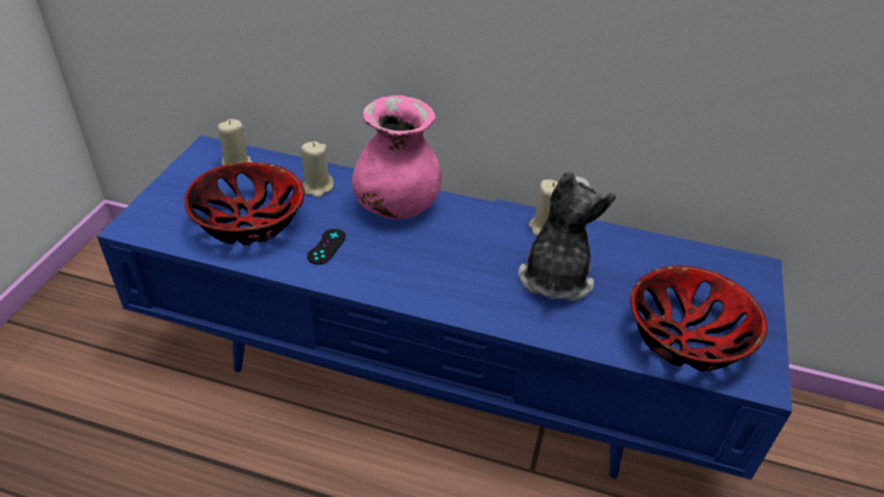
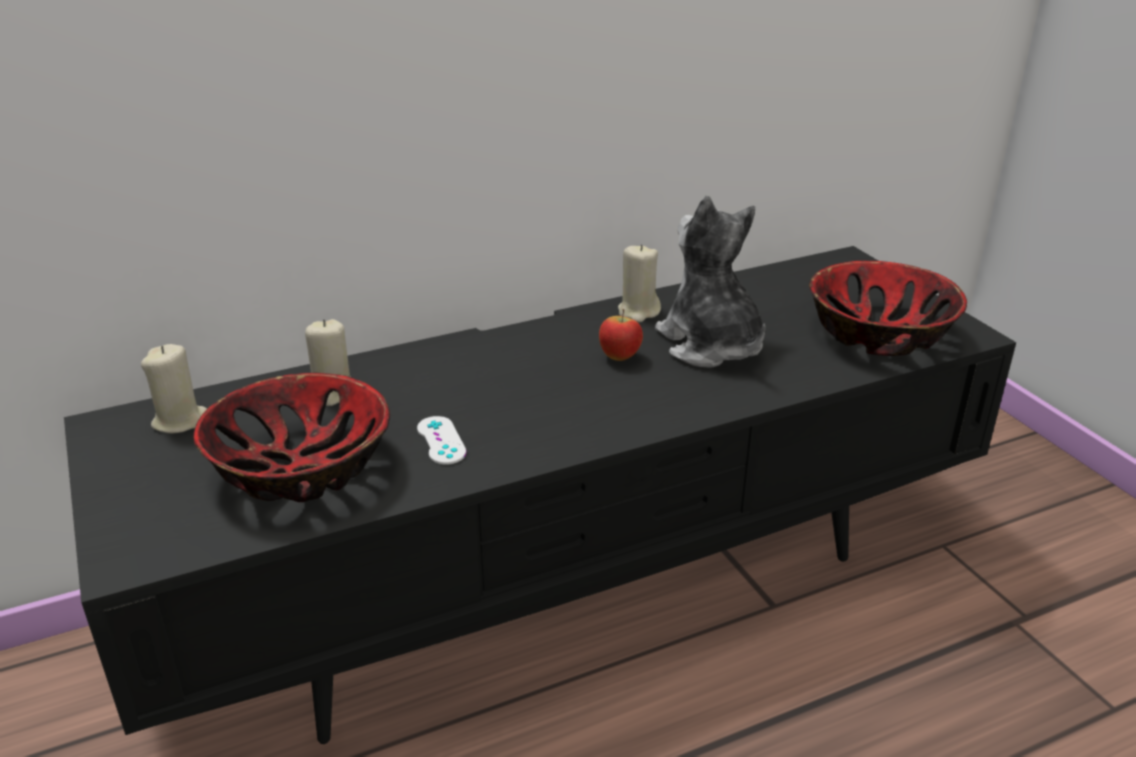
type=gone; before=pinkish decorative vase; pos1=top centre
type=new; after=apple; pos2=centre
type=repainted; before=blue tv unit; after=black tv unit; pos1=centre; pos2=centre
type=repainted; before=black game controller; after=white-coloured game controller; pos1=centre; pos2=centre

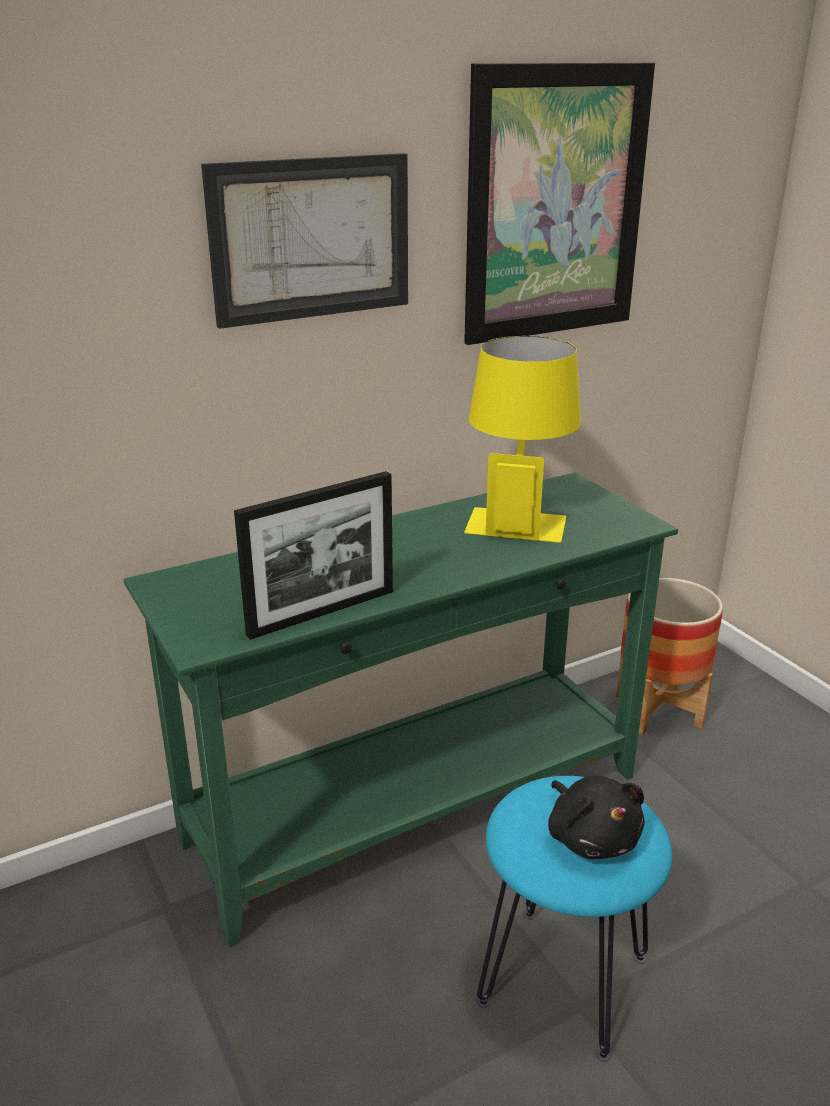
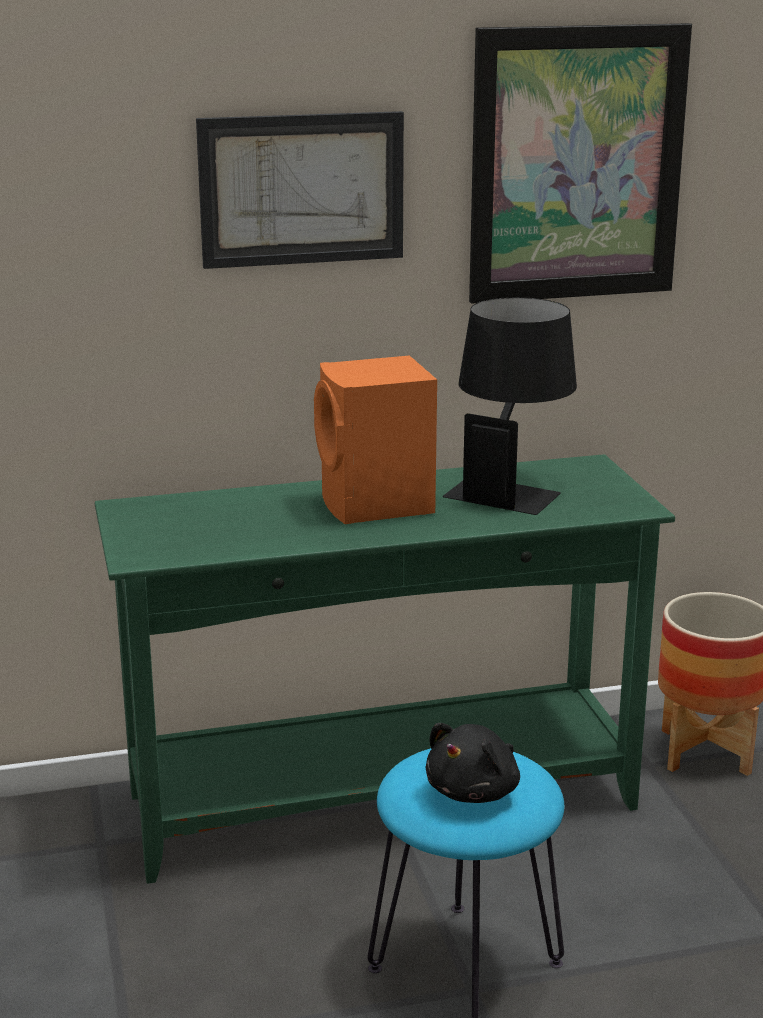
type=gone; before=standing frame; pos1=centre
type=new; after=orange-coloured audio speaker; pos2=centre
type=repainted; before=yellow tabletop lamp; after=black tabletop lamp; pos1=centre; pos2=middle right
type=rotated; before=black plush toy; pos1=bottom right; pos2=bottom centre; turn=45

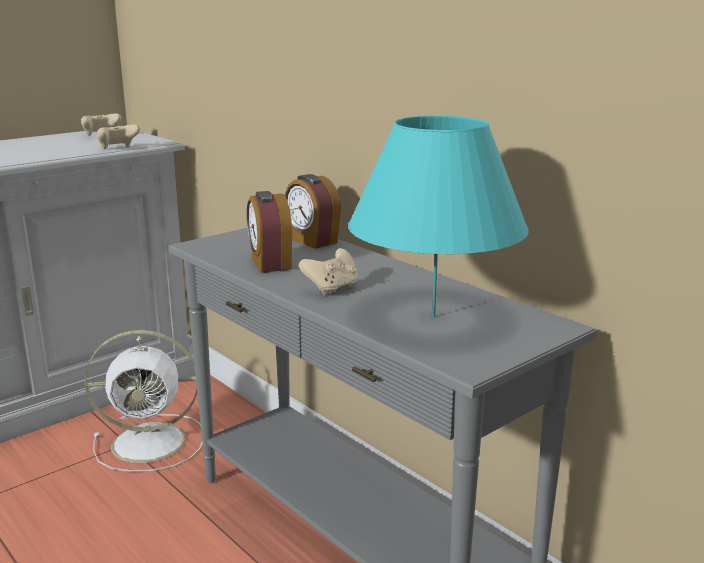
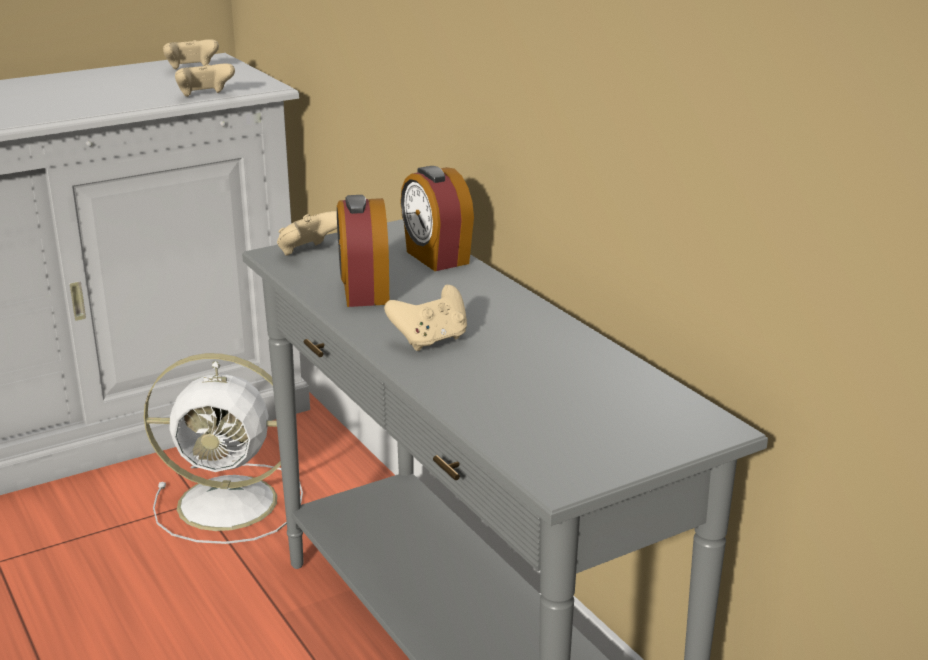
type=gone; before=blue-green tabletop lamp; pos1=centre
type=new; after=sand-coloured game controller (no. 3 from left); pos2=middle left

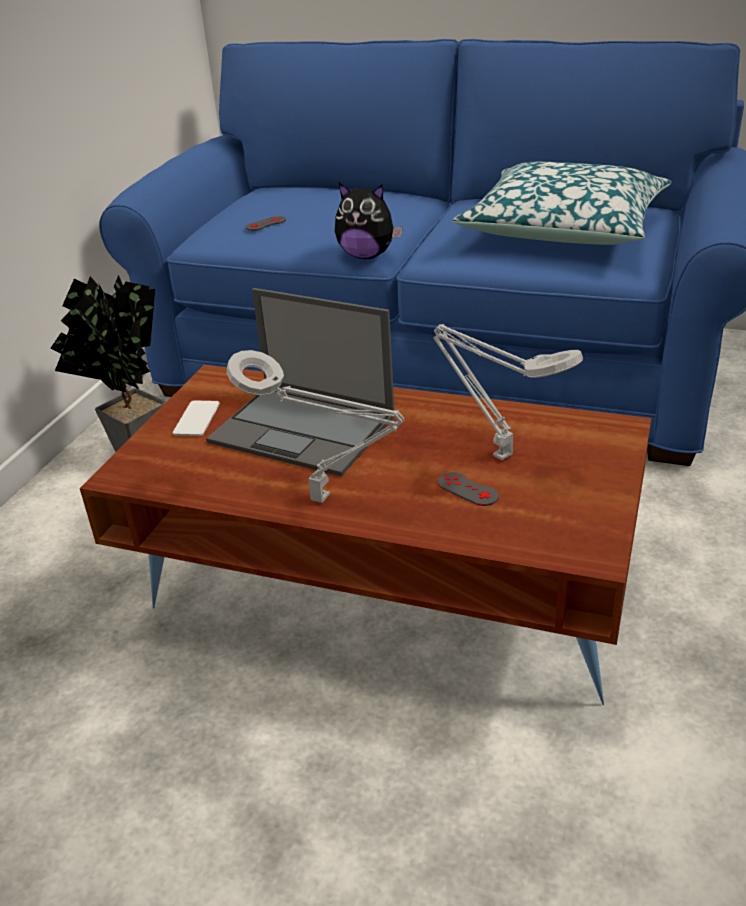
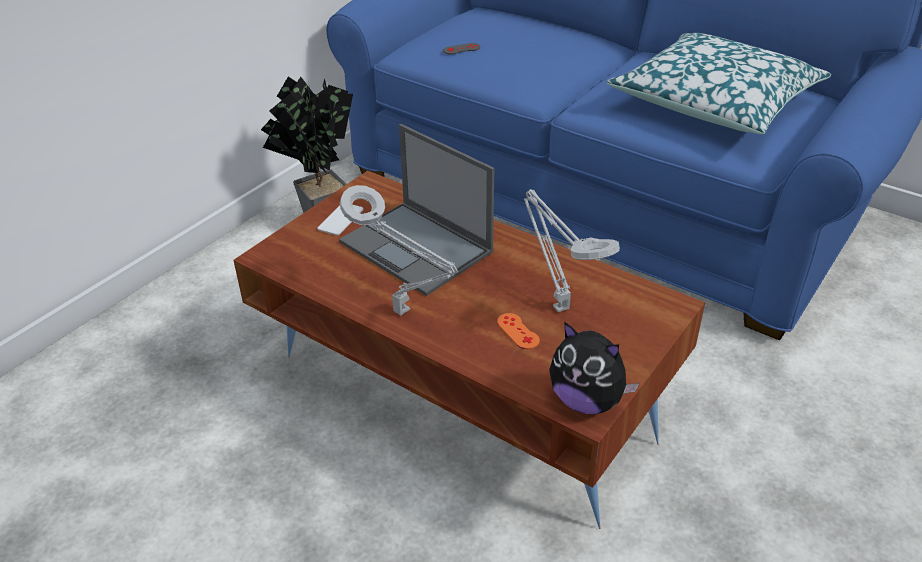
type=shifted; before=plush toy; pos1=top centre; pos2=centre
type=repainted; before=grey game controller (no. 2 from left); after=orange-coloured game controller; pos1=centre; pos2=centre

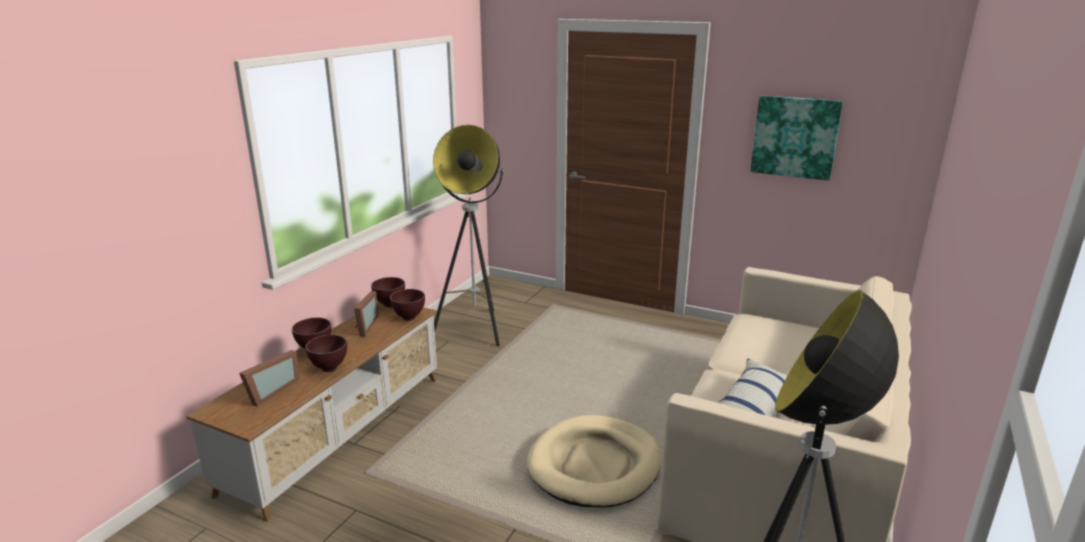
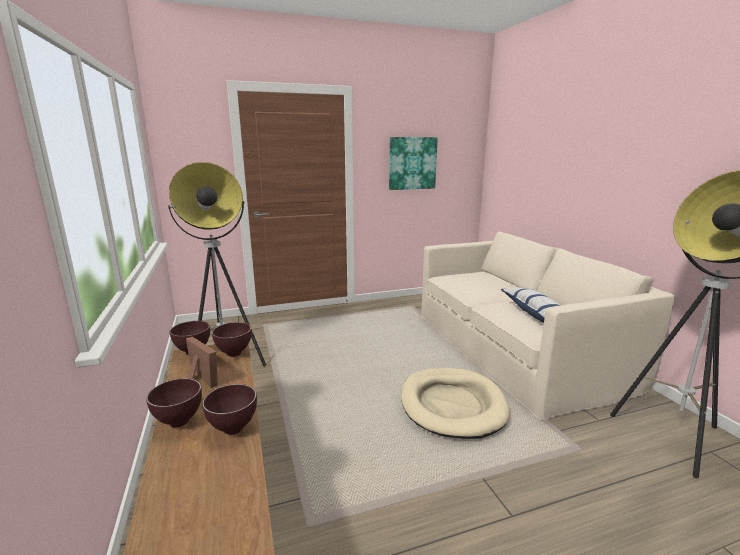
type=gone; before=standing frame (no. 1 from left); pos1=bottom left

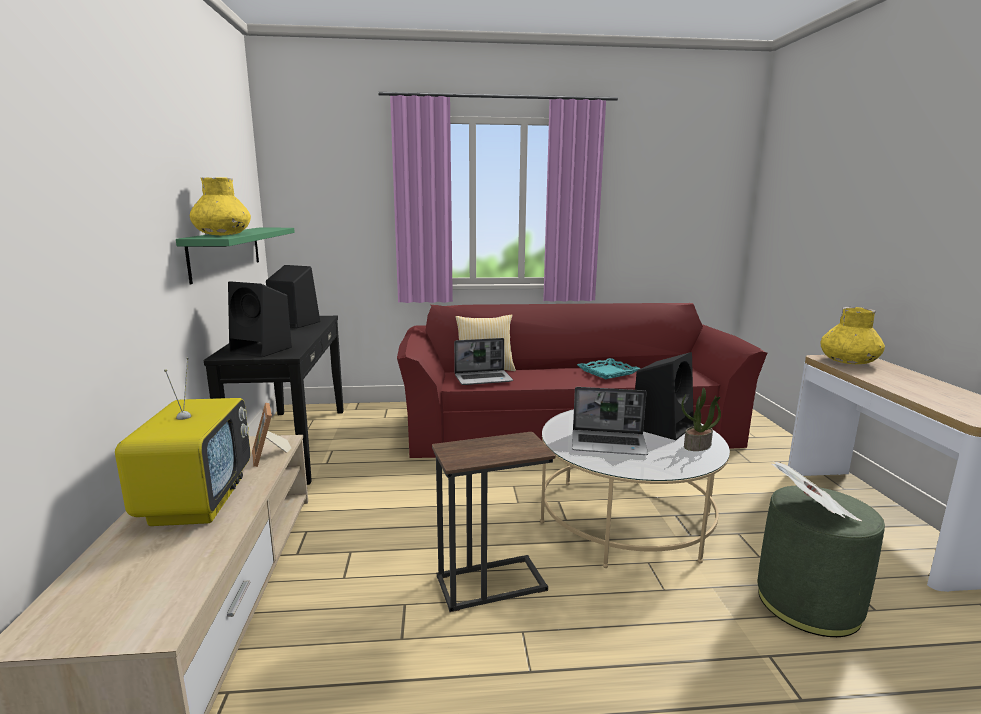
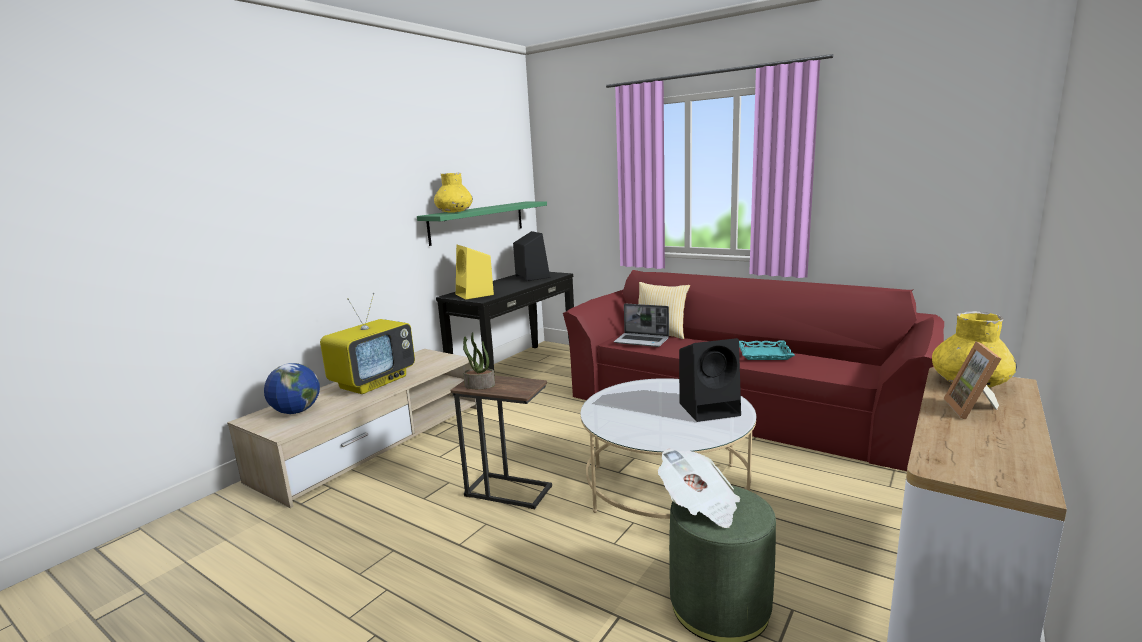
type=gone; before=portable computer (no. 2 from left); pos1=centre
type=new; after=desk globe; pos2=middle left
type=shifted; before=standing frame; pos1=middle left; pos2=middle right
type=shifted; before=houseplant; pos1=middle right; pos2=centre
type=repainted; before=black audio speaker (no. 1 from left); after=yellow audio speaker; pos1=middle left; pos2=centre

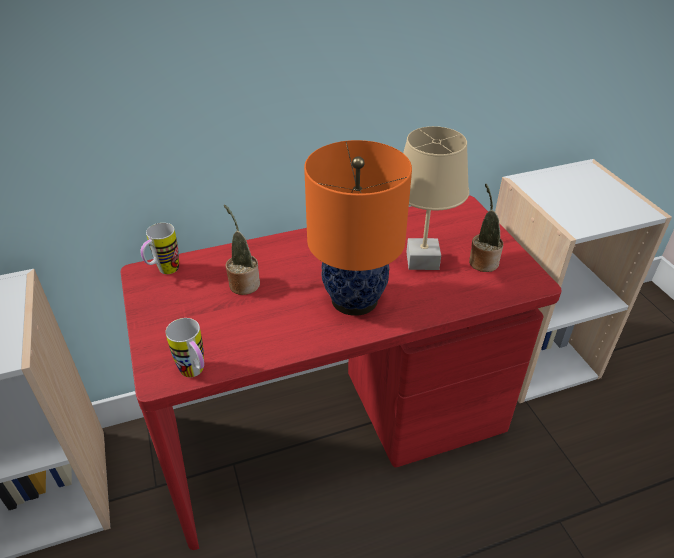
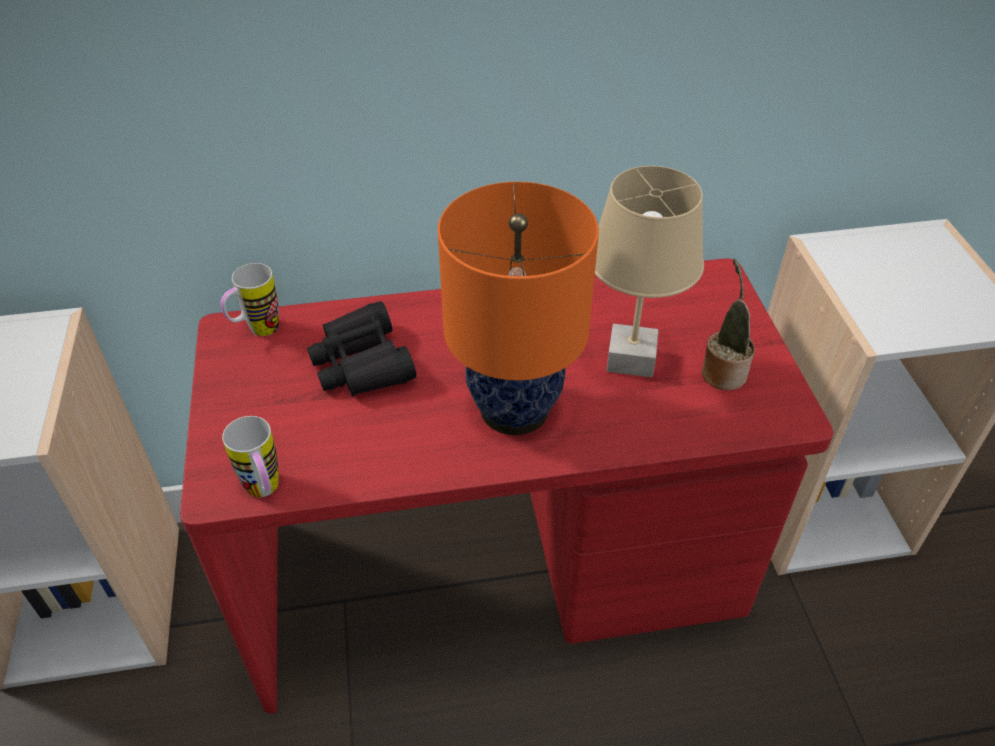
type=swapped; before=houseplant (no. 1 from left); after=black binoculars; pos1=centre; pos2=centre

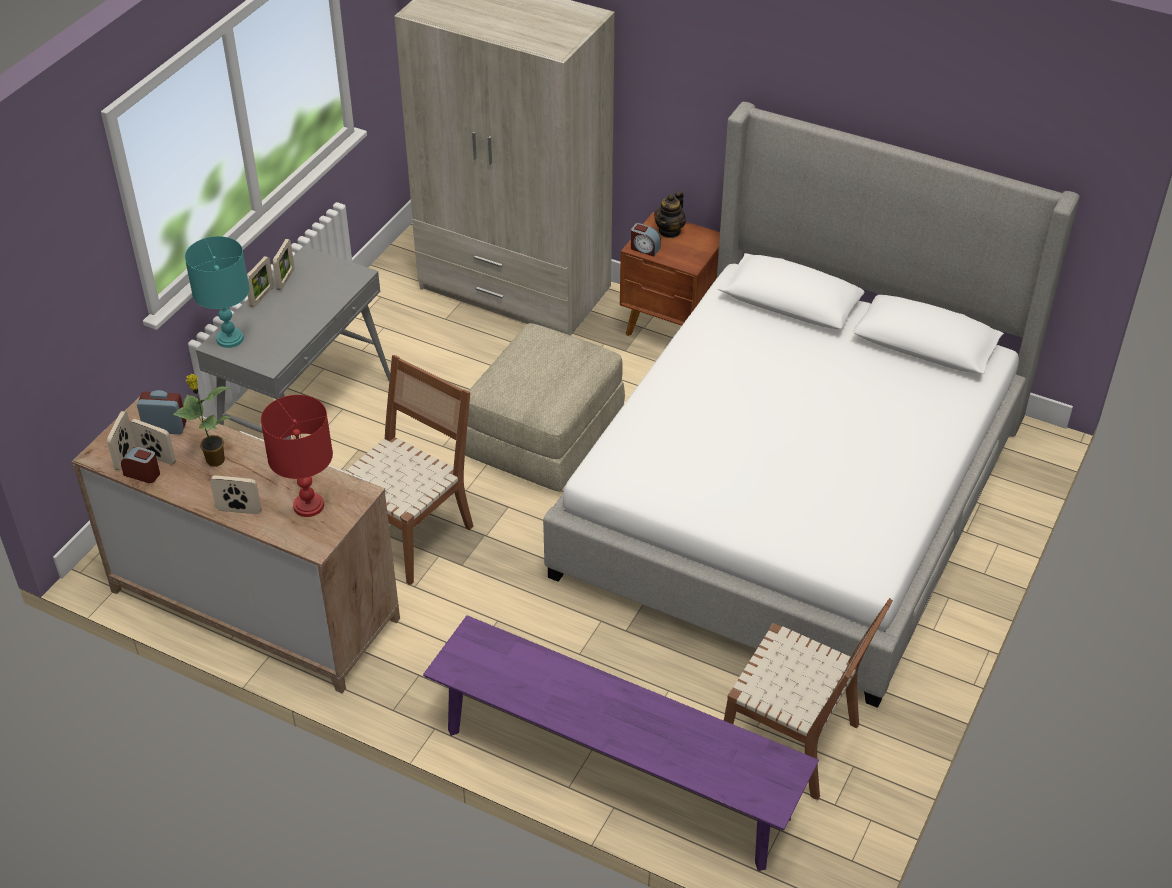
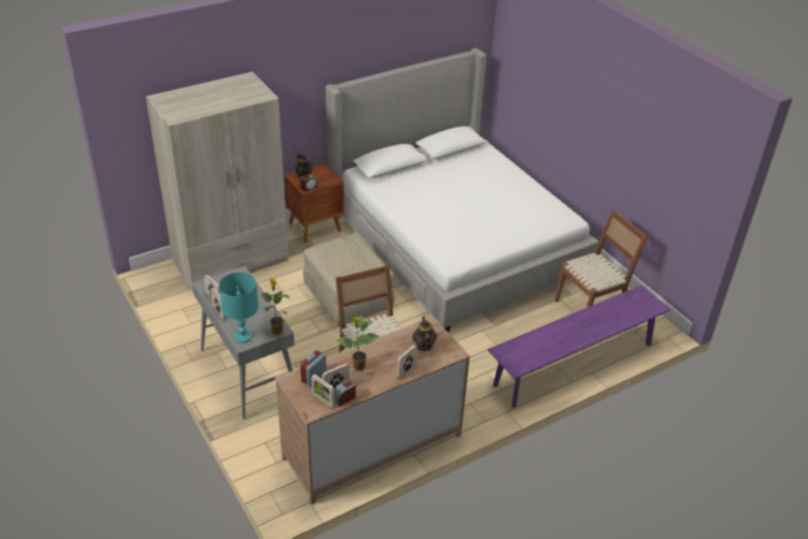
type=new; after=houseplant (no. 1 from left); pos2=centre
type=swapped; before=red tabletop lamp; after=pot for tea (no. 2 from left); pos1=middle left; pos2=centre

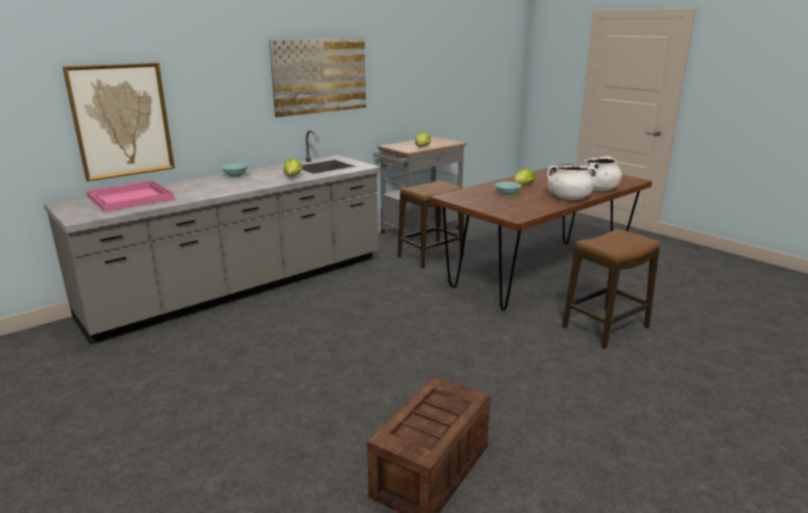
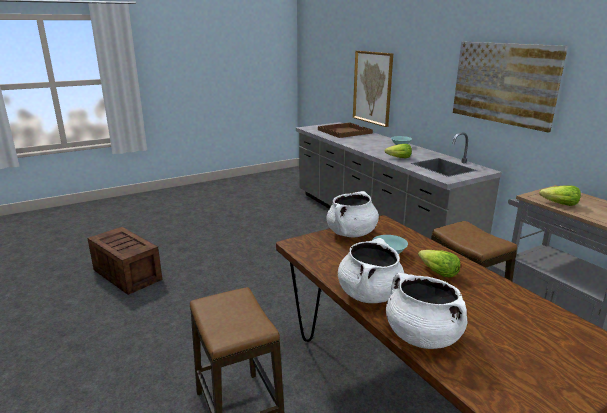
type=new; after=white-coloured cooking pot (no. 1 from left); pos2=centre
type=repainted; before=pinkish tray; after=brown-coloured tray; pos1=middle left; pos2=top centre

